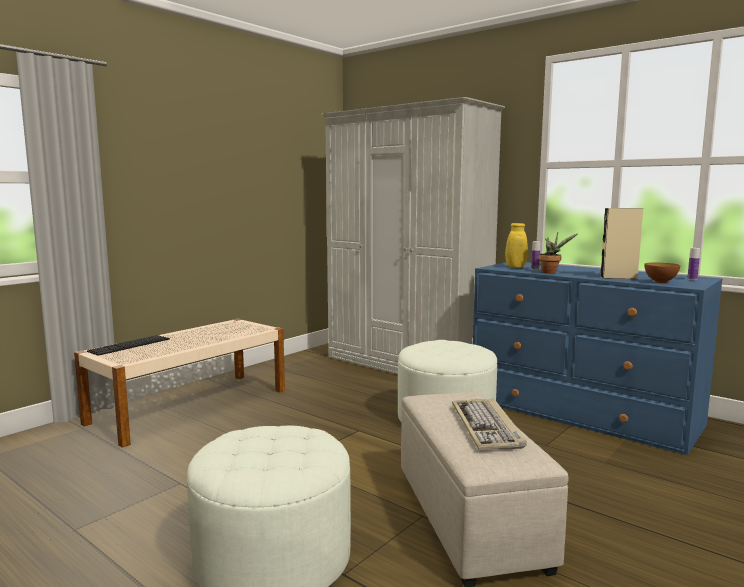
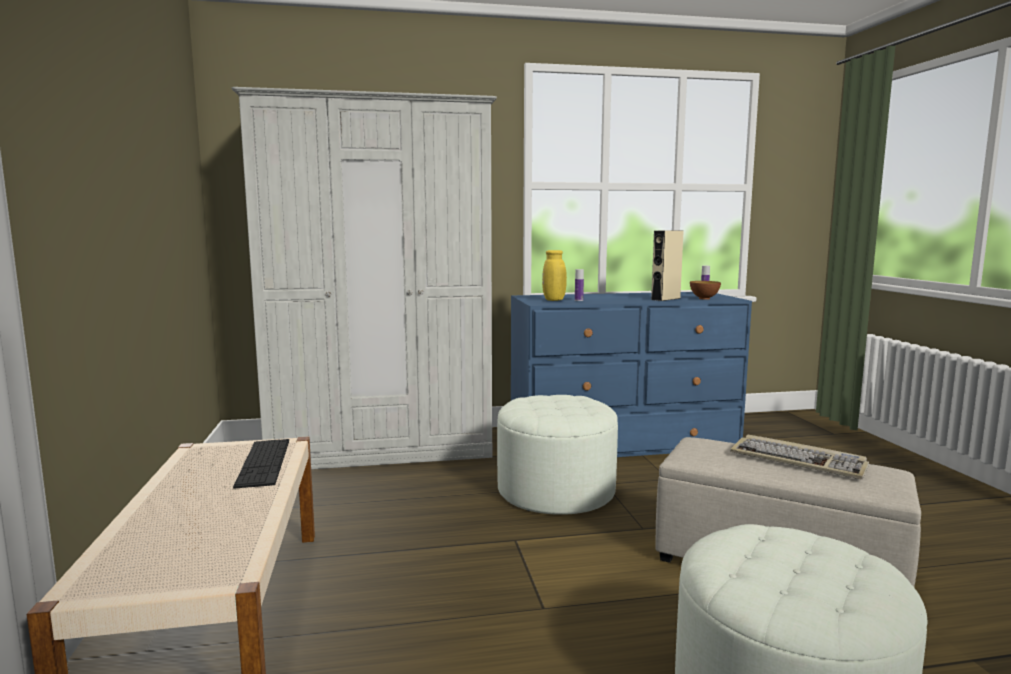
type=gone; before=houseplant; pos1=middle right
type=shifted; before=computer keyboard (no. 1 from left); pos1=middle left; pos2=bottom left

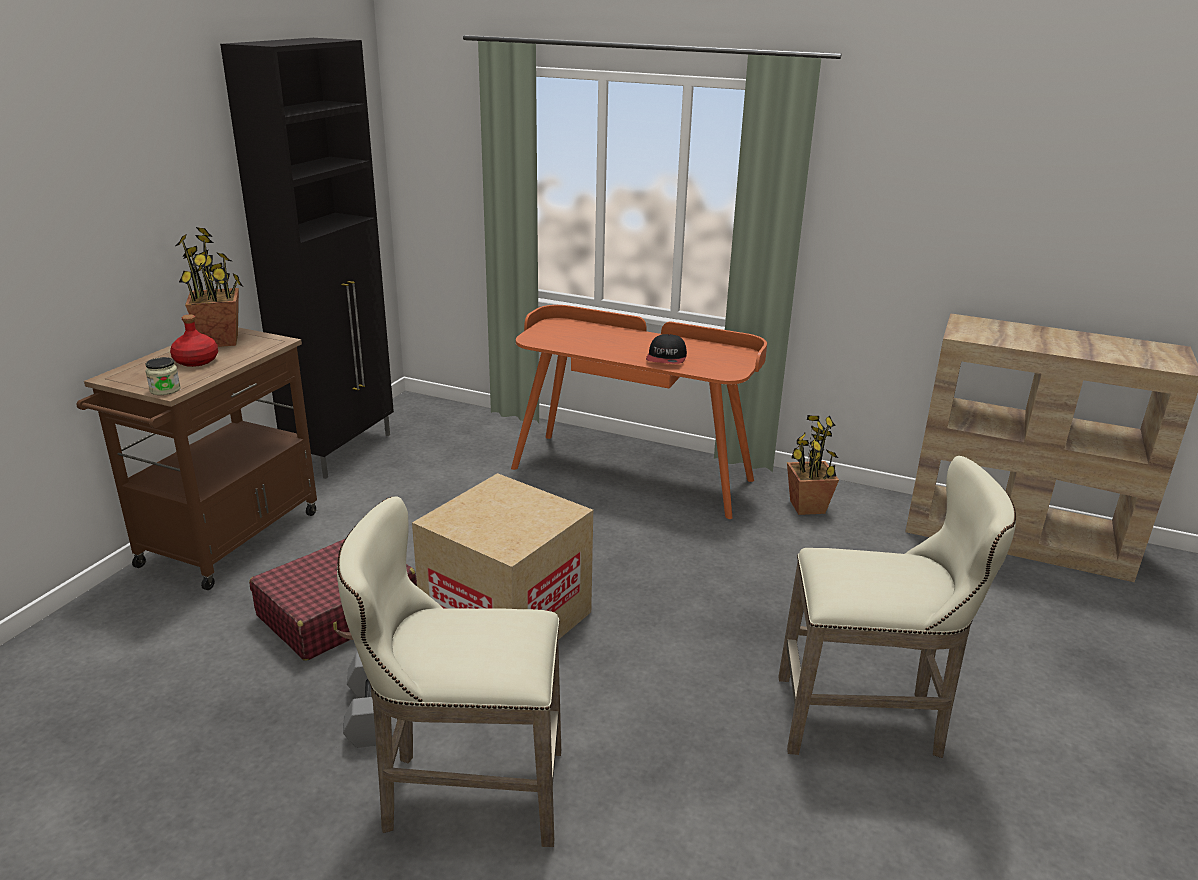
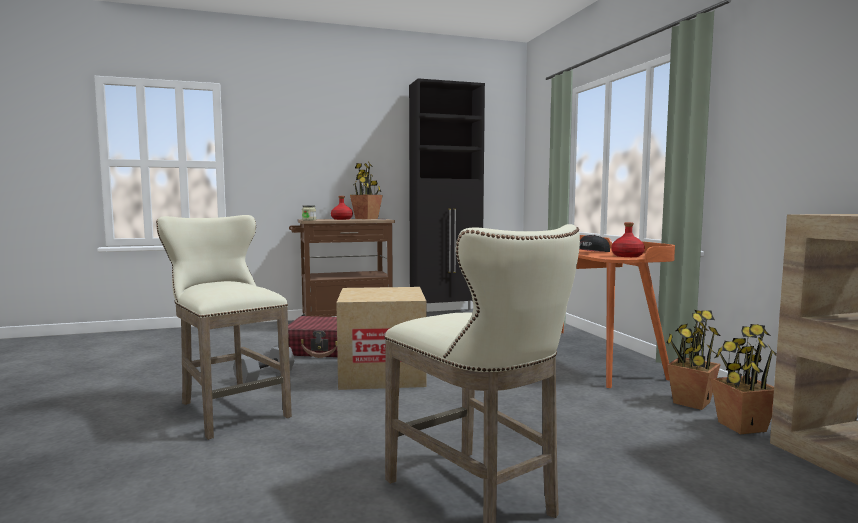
type=new; after=red drink bottle (no. 2 from left); pos2=middle right
type=new; after=houseplant (no. 3 from left); pos2=bottom right

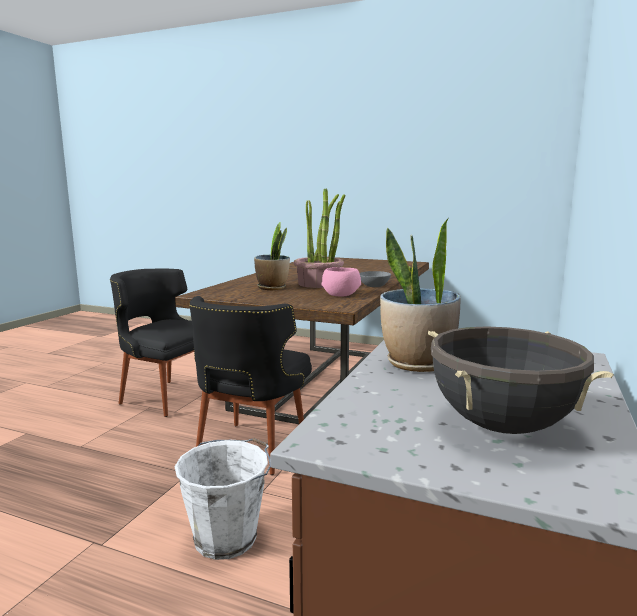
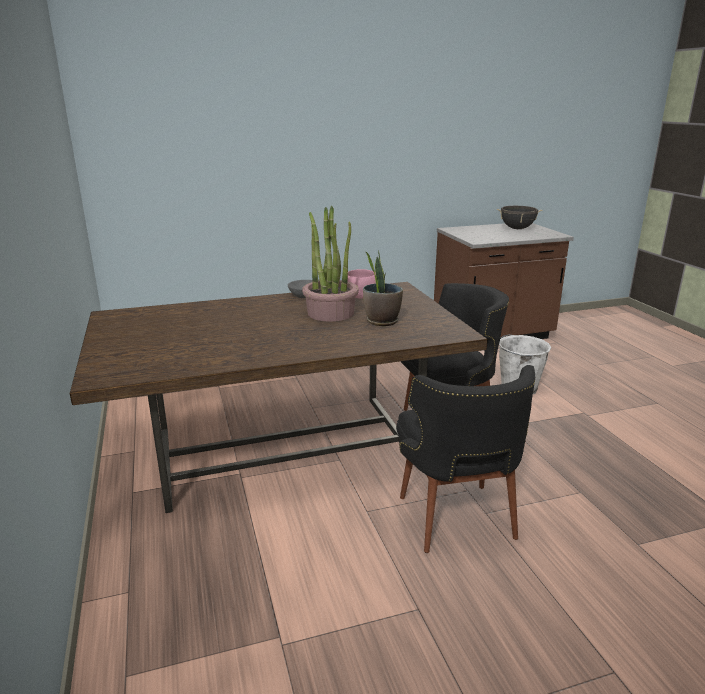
type=gone; before=houseplant (no. 3 from left); pos1=centre

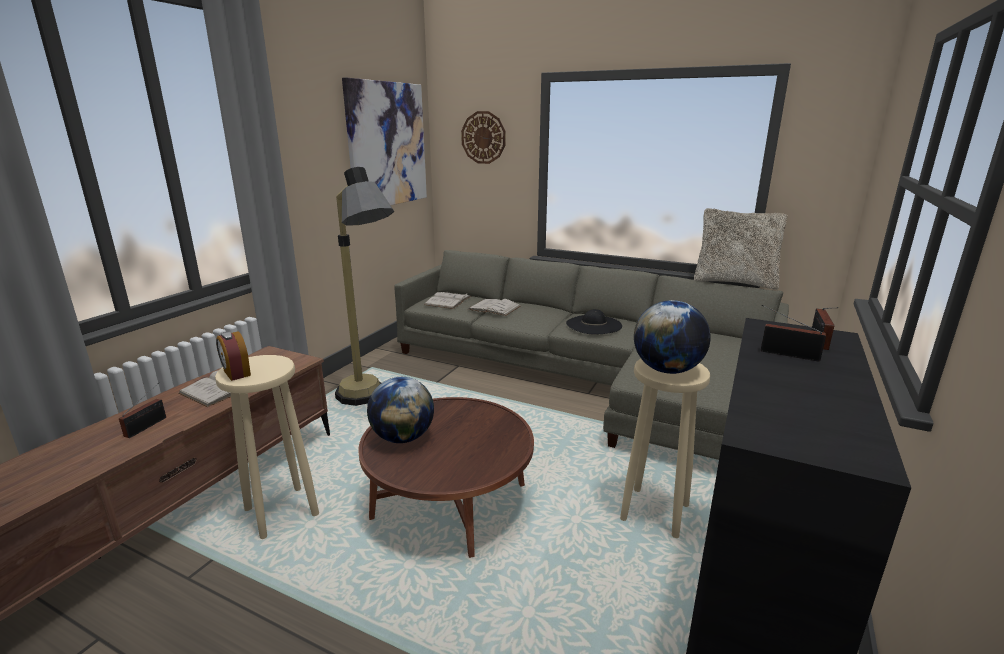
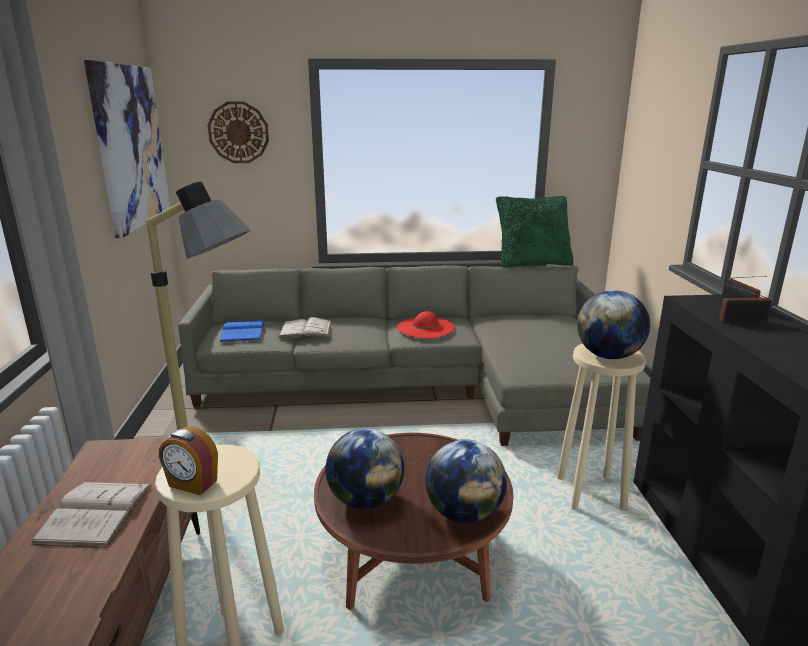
type=gone; before=radio (no. 1 from left); pos1=middle left
type=new; after=desk globe (no. 2 from left); pos2=bottom centre
type=repainted; before=white-coloured book (no. 2 from left); after=blue book; pos1=centre; pos2=middle left
type=repainted; before=black wearable hat; after=red wearable hat; pos1=centre; pos2=centre
type=repainted; before=sand-coloured pillow; after=green-coloured pillow; pos1=middle right; pos2=centre

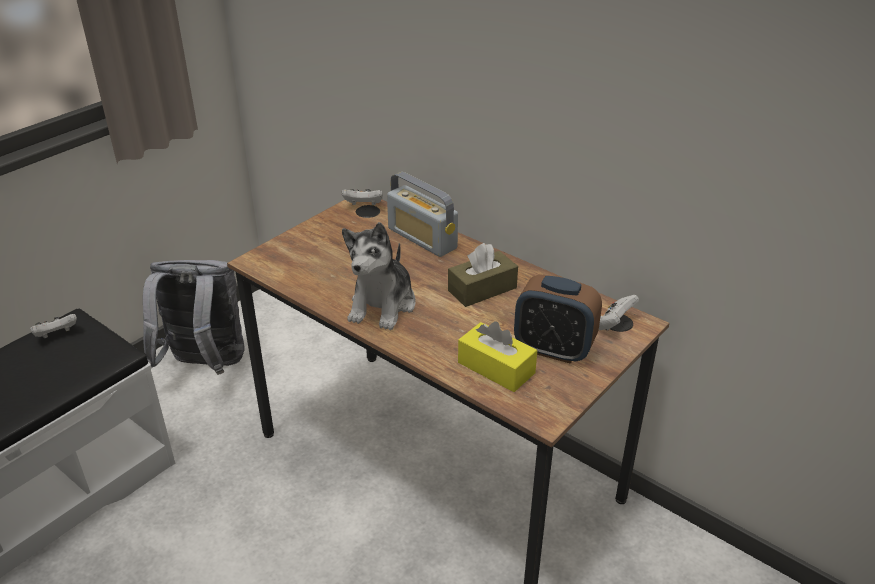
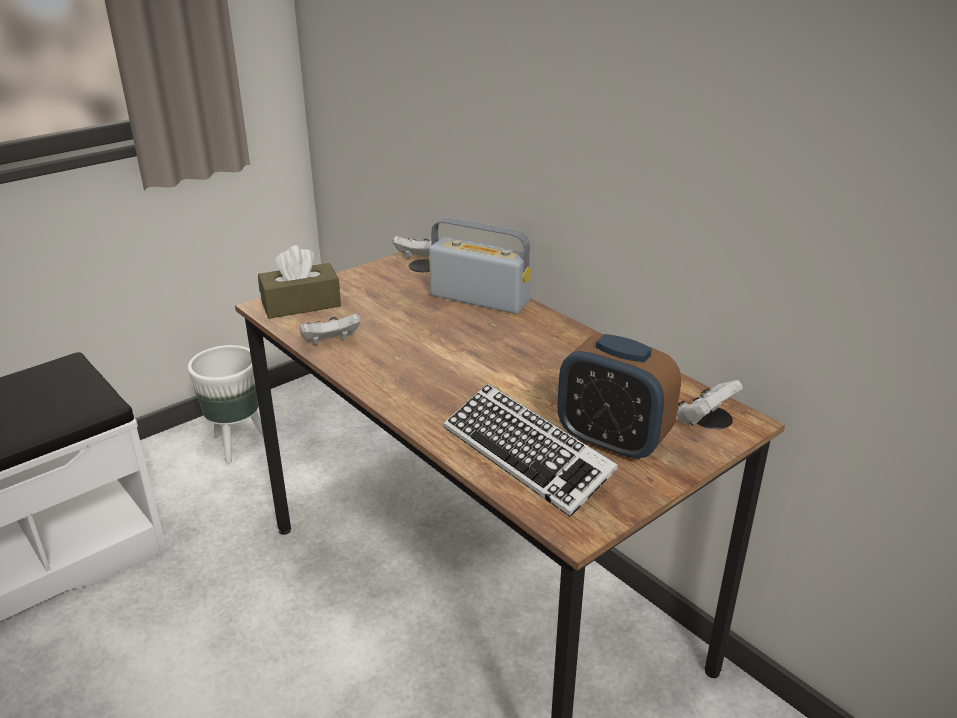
type=gone; before=plush toy; pos1=centre
type=shifted; before=white-coloured game controller (no. 1 from left); pos1=middle left; pos2=centre
type=shifted; before=brown-coloured tissue holder; pos1=centre; pos2=middle left
type=swapped; before=grey knapsack; after=white-coloured planter; pos1=middle left; pos2=middle left
type=swapped; before=yellow tissue holder; after=computer keyboard; pos1=centre; pos2=centre
type=rotated; before=radio; pos1=centre; pos2=centre; turn=150

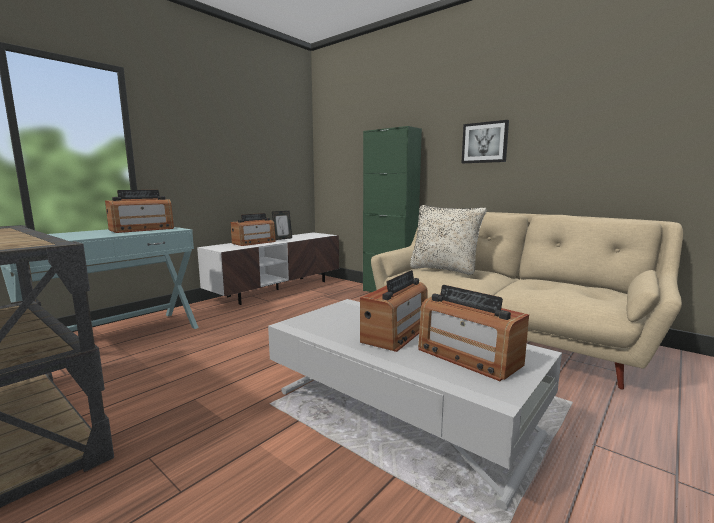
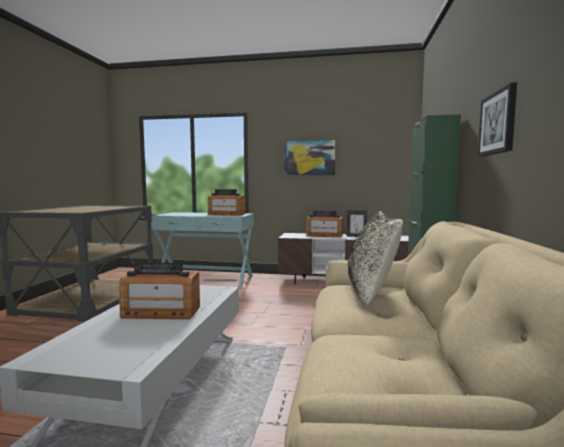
type=gone; before=radio (no. 4 from left); pos1=centre
type=new; after=picture (no. 1 from left); pos2=centre

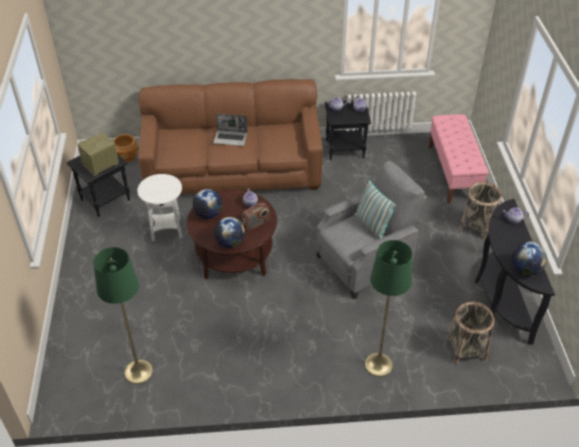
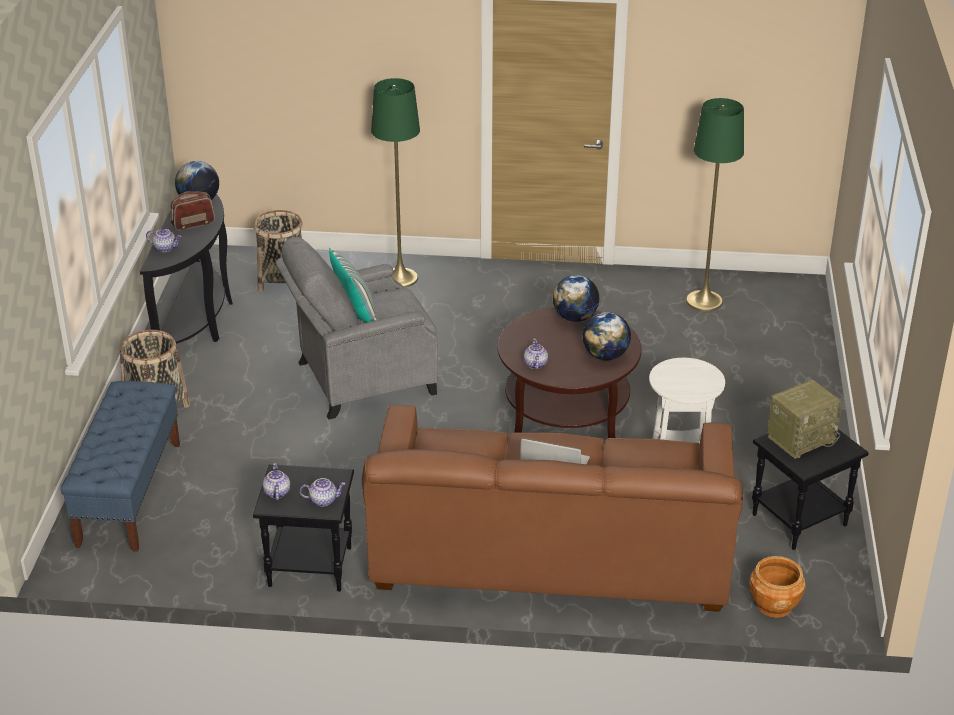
type=shifted; before=radio (no. 2 from left in the first image); after=radio (no. 1 from left); pos1=centre; pos2=top left
type=repainted; before=pinkish indoor bench; after=blue indoor bench; pos1=middle right; pos2=middle left

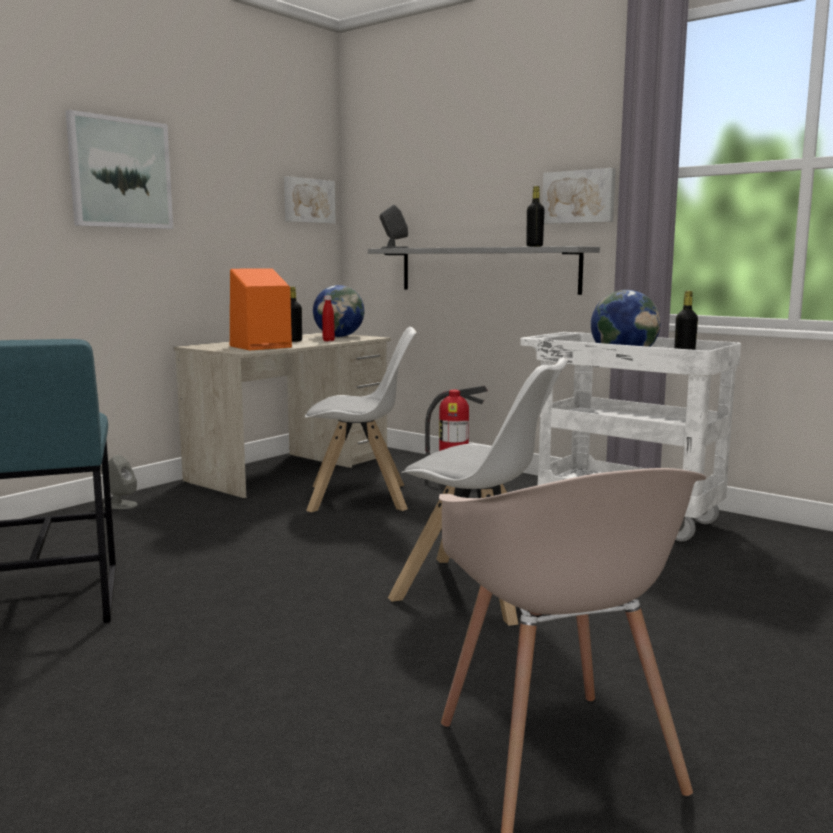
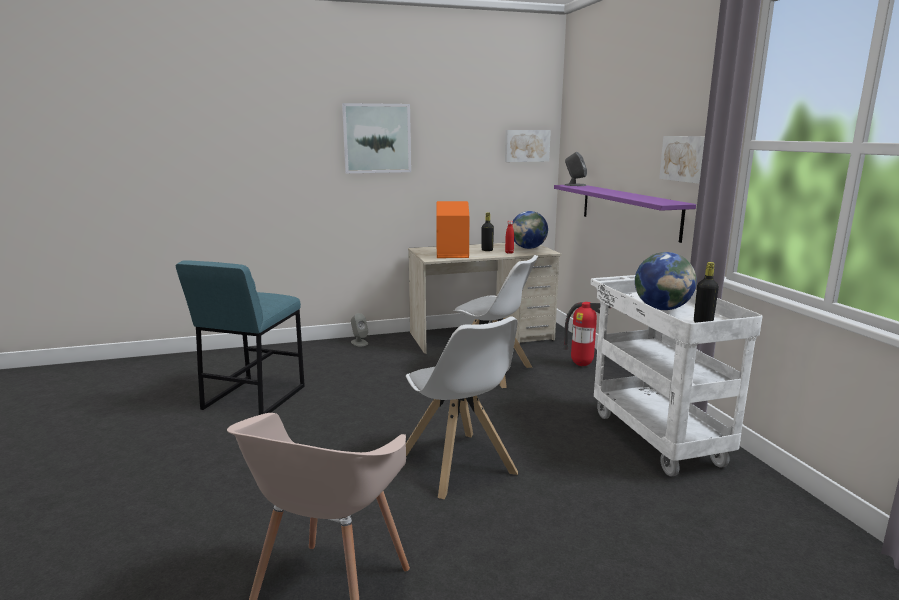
type=gone; before=black drink bottle (no. 2 from left); pos1=top centre
type=repainted; before=grey shelf; after=purplish shelf; pos1=top centre; pos2=middle right

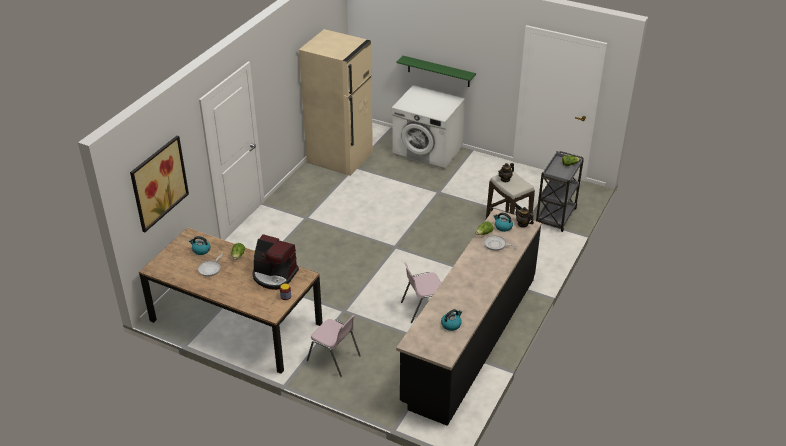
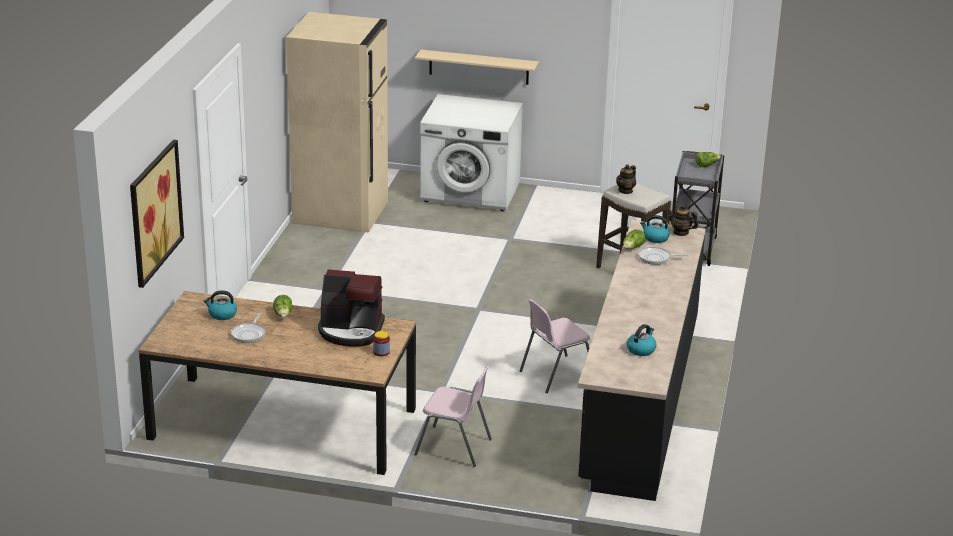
type=repainted; before=green-coloured shelf; after=sand-coloured shelf; pos1=top centre; pos2=top centre

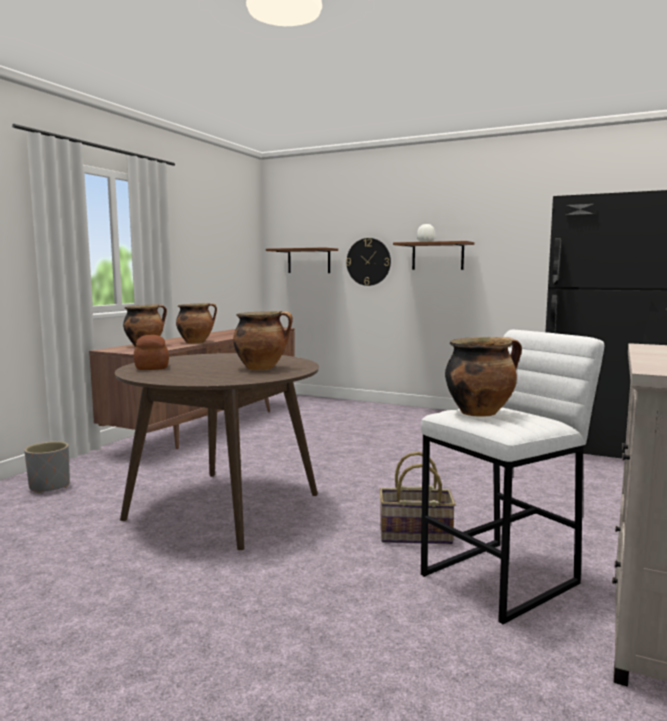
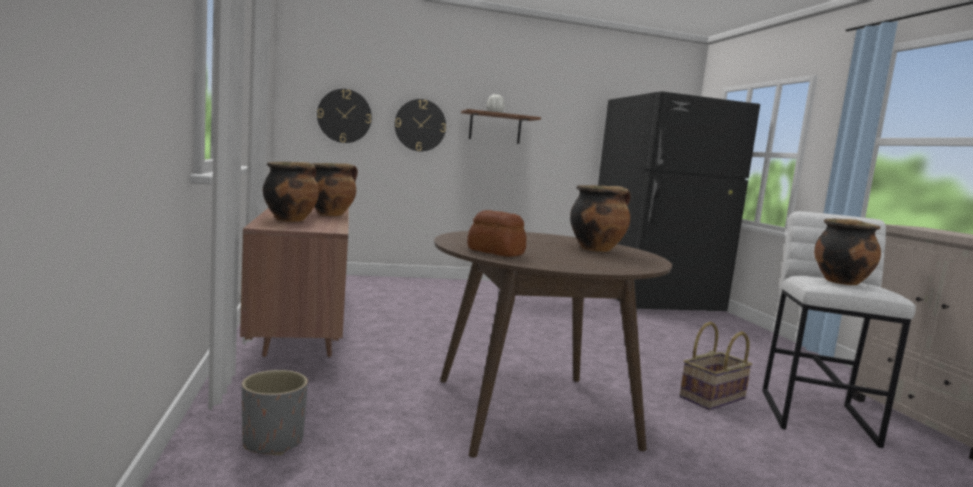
type=swapped; before=brown-coloured shelf (no. 1 from left); after=hanging clock (no. 1 from left); pos1=centre; pos2=top centre

